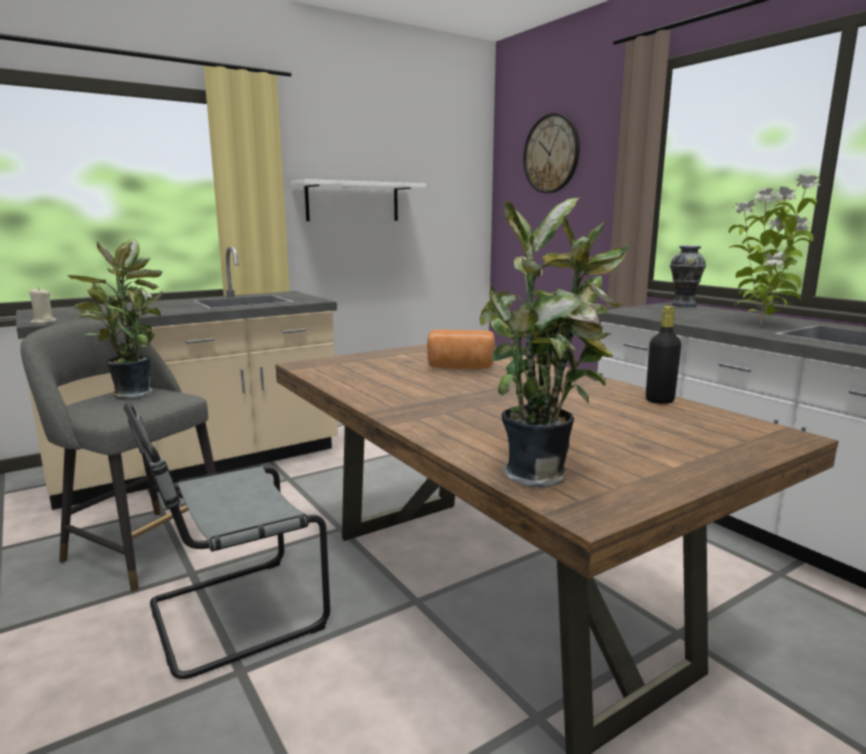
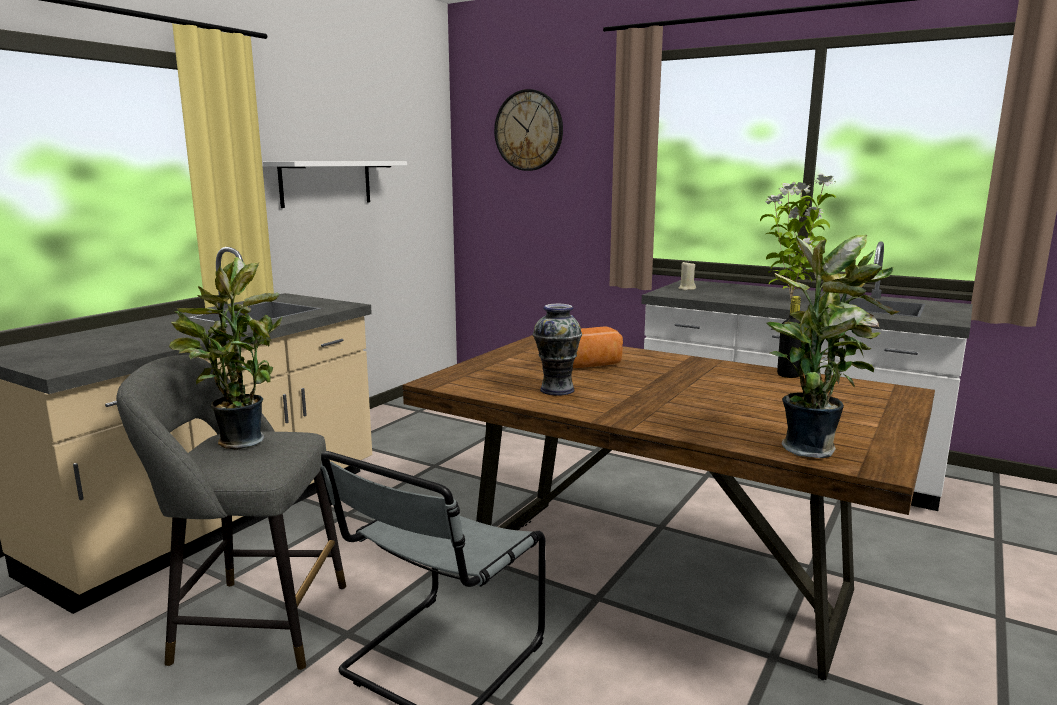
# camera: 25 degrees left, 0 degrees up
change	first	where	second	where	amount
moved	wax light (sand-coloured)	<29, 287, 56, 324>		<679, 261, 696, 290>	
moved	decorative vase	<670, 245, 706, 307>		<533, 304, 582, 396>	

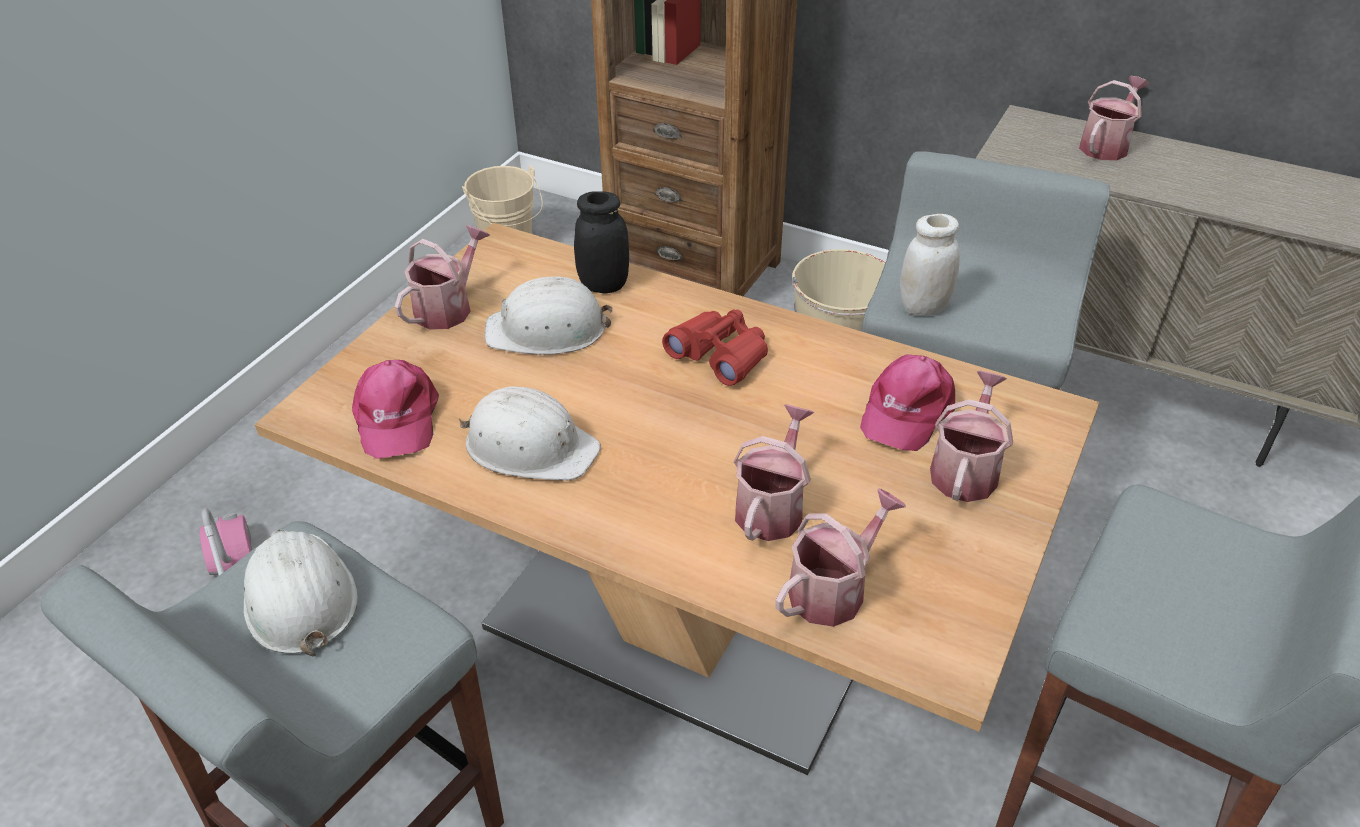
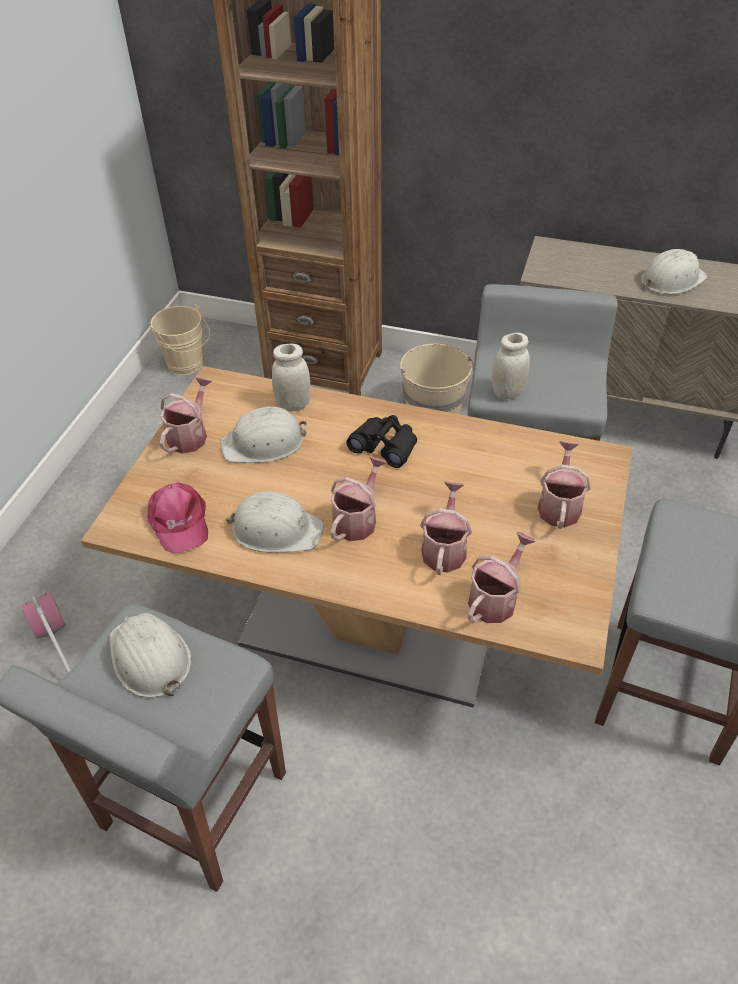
# camera: 10 degrees left, 5 degrees up
change	first	where	second	where	amount
removed	baseball cap (pink)	<860, 354, 955, 451>			
added			hard hat (white-coloured)	<641, 249, 708, 294>	
moved	sprinkling can	<1079, 76, 1149, 160>		<330, 456, 387, 541>	
recoloured	jar (black)	<574, 191, 629, 294>	jar (white-coloured)	<272, 344, 311, 411>	
recoloured	binoculars (red)	<662, 310, 768, 386>	binoculars (black)	<346, 415, 417, 468>	

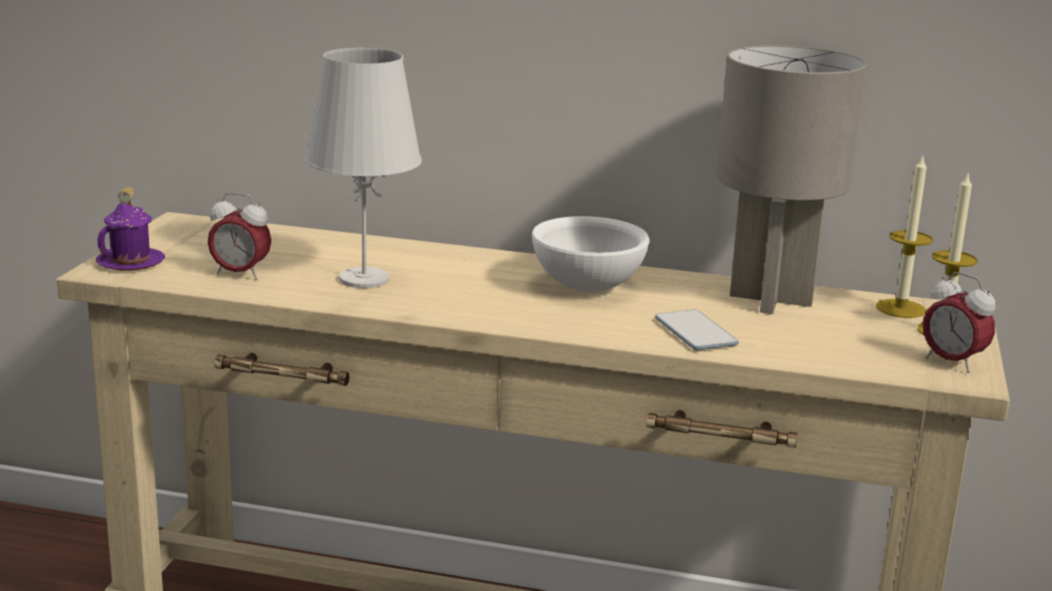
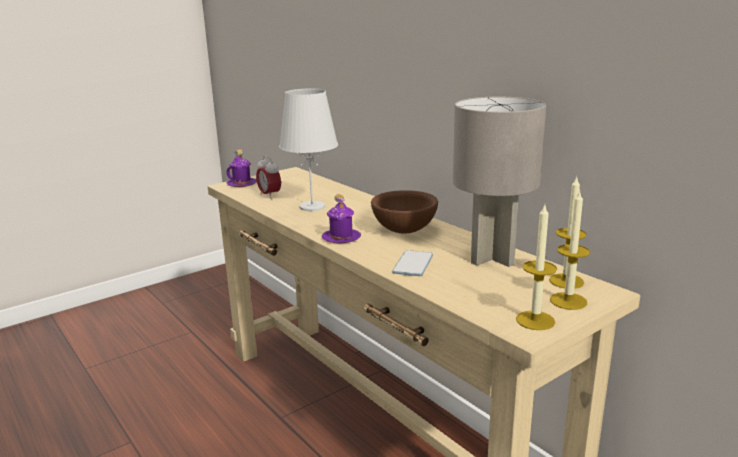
# camera: 40 degrees right, 0 degrees up
change	first	where	second	where	amount
added			coffee mug (purple)	<322, 194, 361, 243>	
replaced	bedside clock	<923, 272, 996, 373>	wax light	<516, 205, 557, 330>	
recoloured	deep dish (white-coloured)	<532, 216, 650, 292>	deep dish (brown)	<371, 190, 438, 234>	

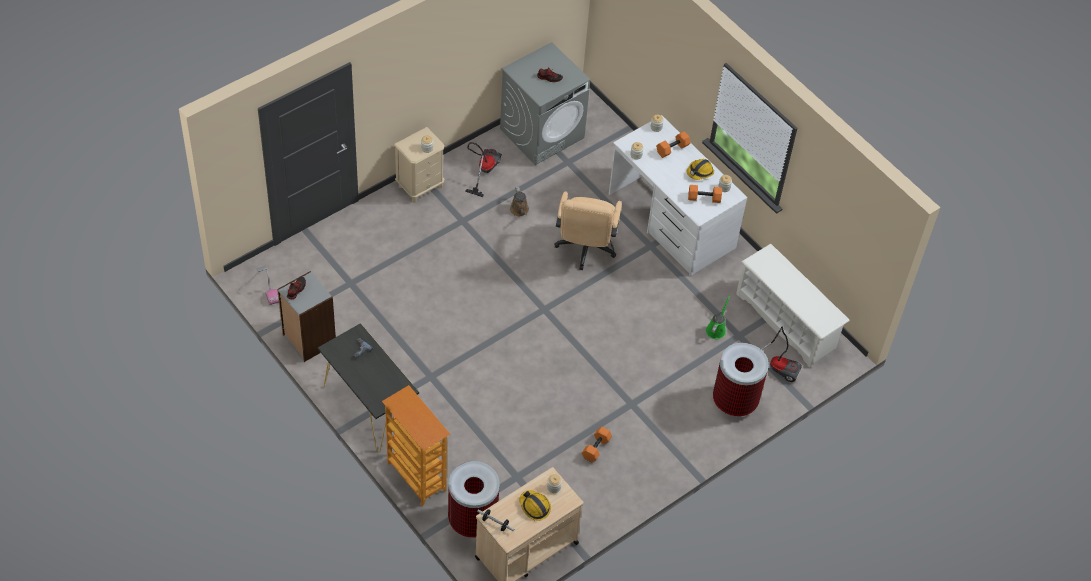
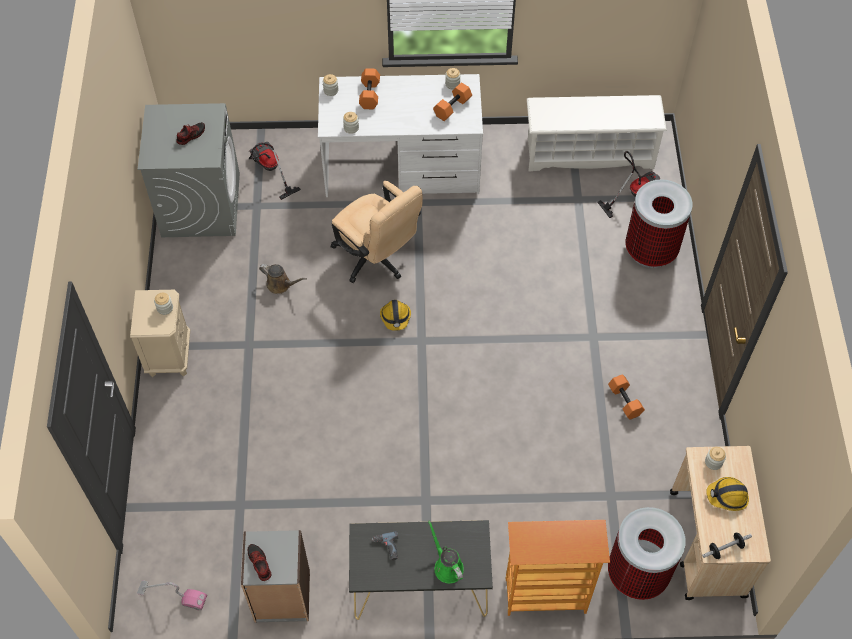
# camera: 50 degrees left, 5 degrees up
change	first	where	second	where	amount
moved	vacuum	<465, 142, 502, 197>		<249, 142, 301, 200>	
moved	hard hat	<687, 159, 714, 180>		<380, 300, 411, 331>	
moved	sprinkling can (greenish)	<706, 296, 730, 339>		<428, 520, 464, 583>	

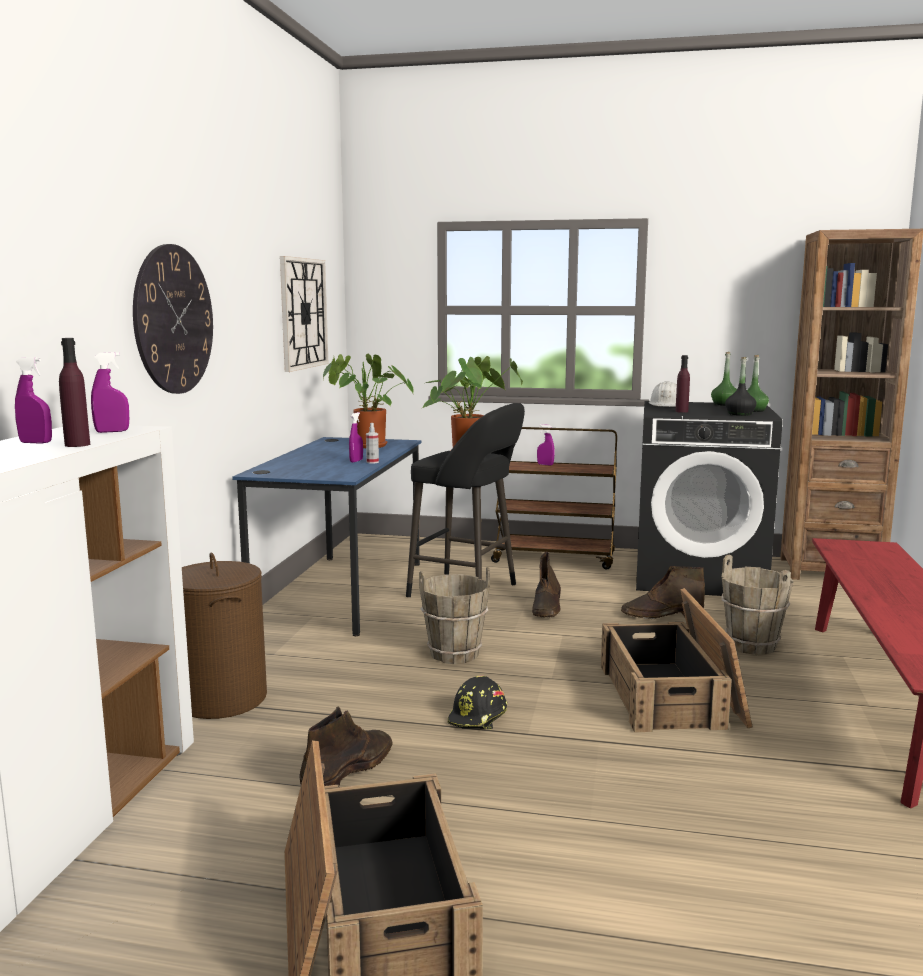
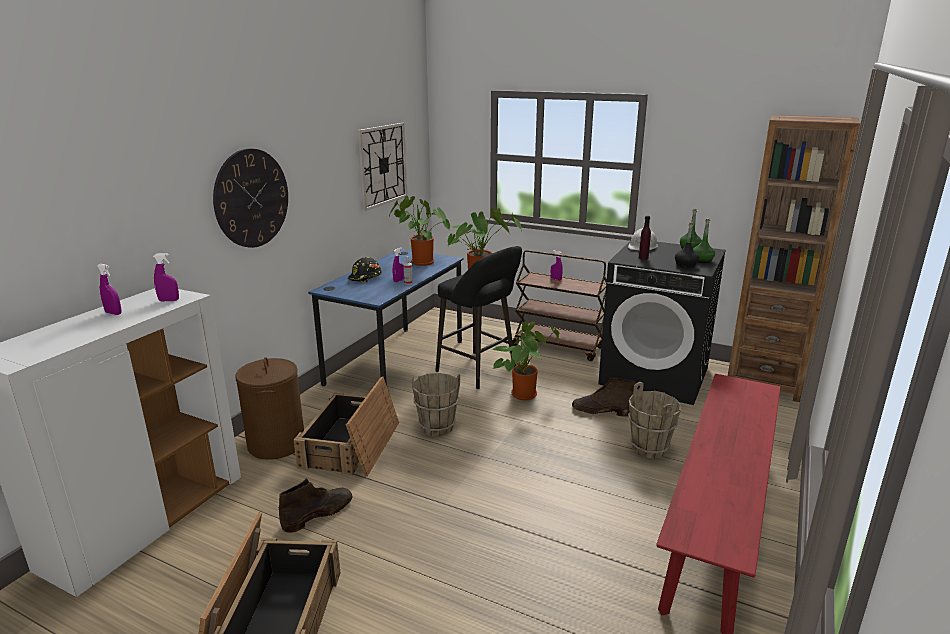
# camera: 15 degrees right, 10 degrees up
change	first	where	second	where	amount
removed	beverage bottle (purple)	<59, 338, 90, 447>			
moved	hard hat (black)	<447, 675, 507, 730>		<348, 257, 382, 282>	
moved	packing crate	<601, 588, 753, 732>		<294, 376, 399, 477>	
replaced	boot (brown)	<532, 552, 561, 617>	plant in a pot	<492, 321, 560, 400>	

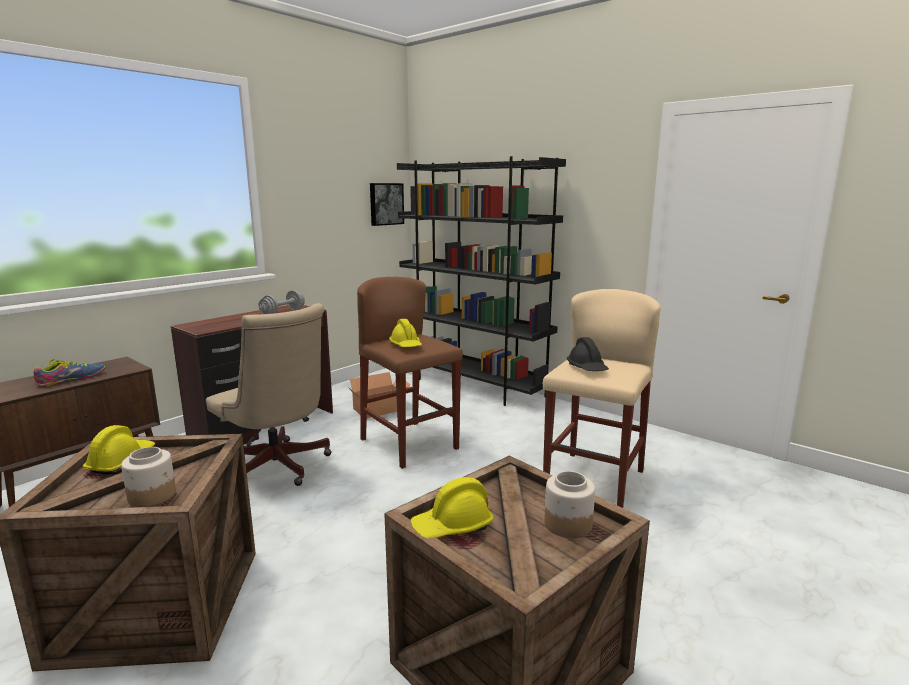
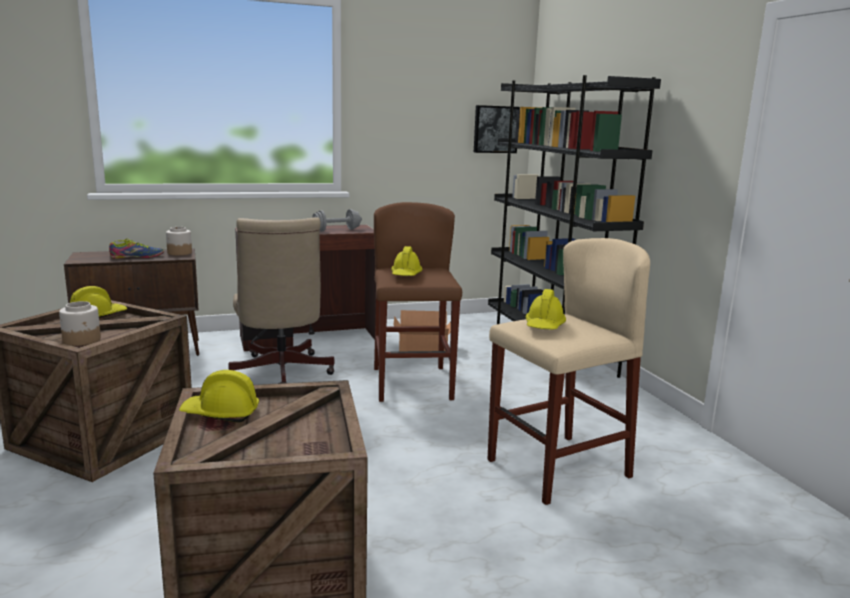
# camera: 30 degrees right, 0 degrees up
change	first	where	second	where	amount
moved	jar	<544, 471, 595, 538>		<166, 227, 192, 255>	
recoloured	hard hat (black)	<567, 337, 609, 371>	hard hat (yellow-coloured)	<526, 289, 566, 330>	

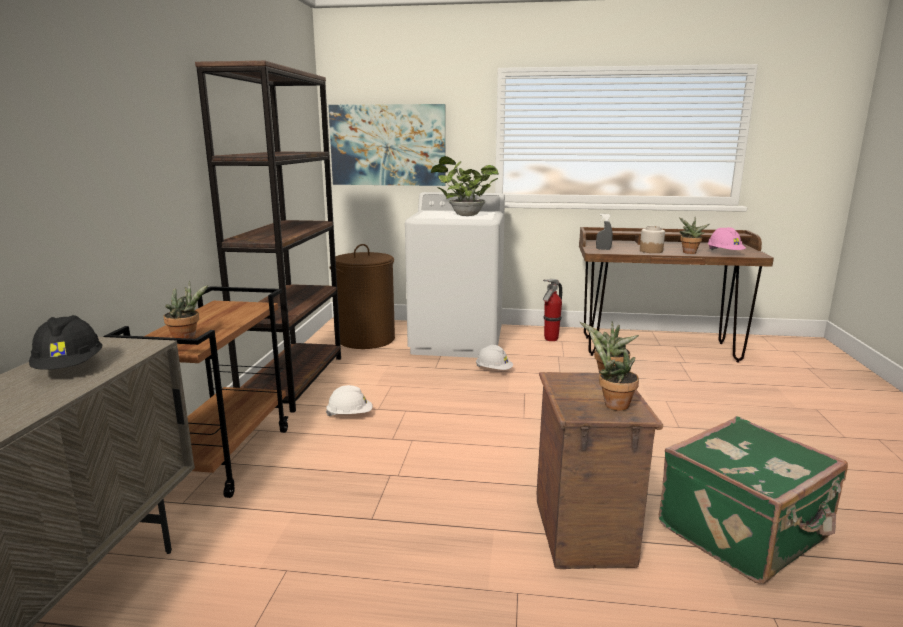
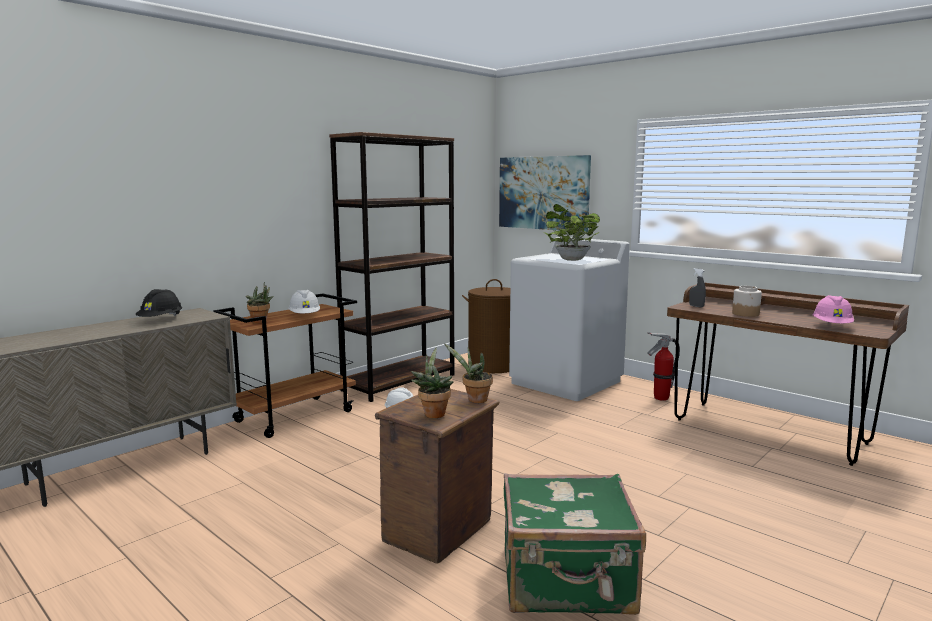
# camera: 35 degrees right, 5 degrees down
change	first	where	second	where	amount
removed	plant in a pot	<679, 217, 709, 254>			
moved	hard hat (white-coloured)	<476, 345, 513, 370>		<288, 290, 320, 313>	

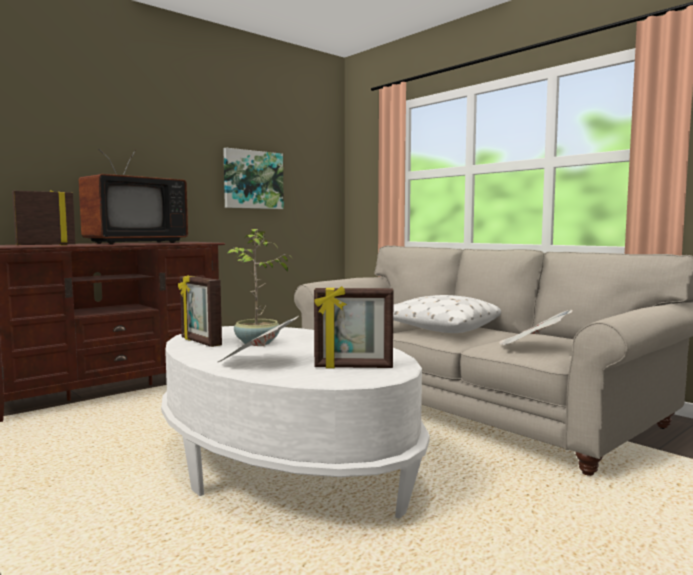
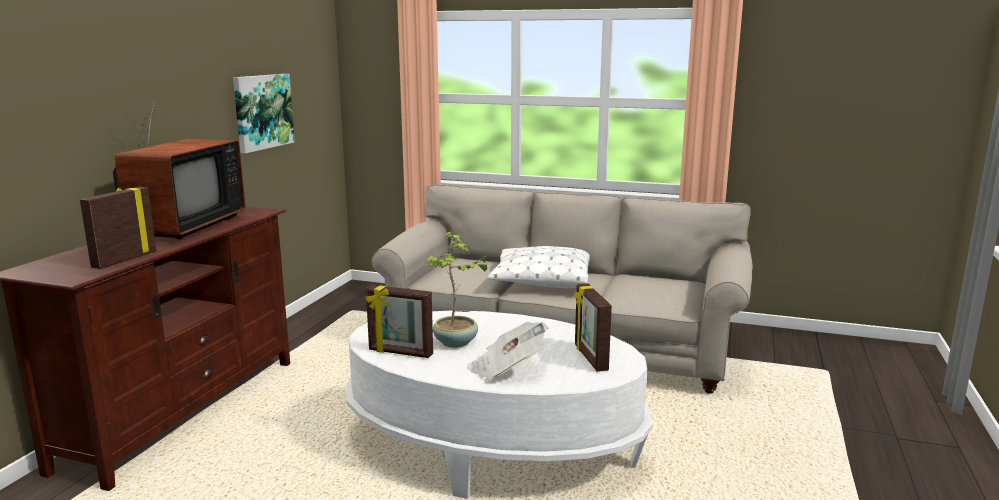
# camera: 30 degrees left, 10 degrees up
change	first	where	second	where	amount
removed	newspaper	<500, 310, 573, 346>			
turned	picture frame	<314, 286, 394, 369>		<574, 283, 612, 372>	105 degrees clockwise

